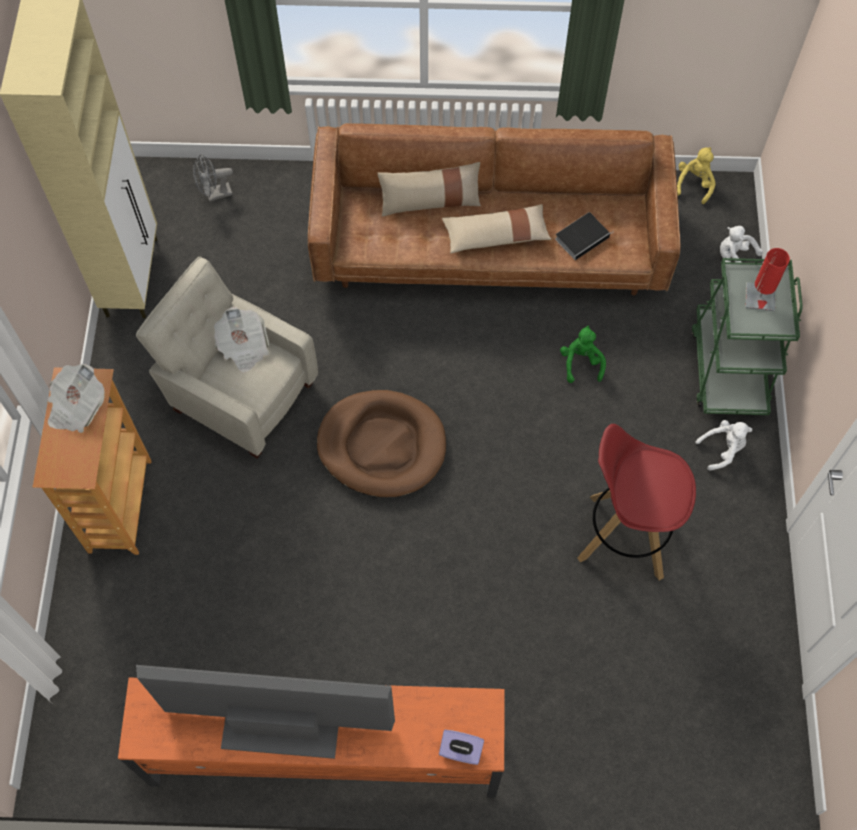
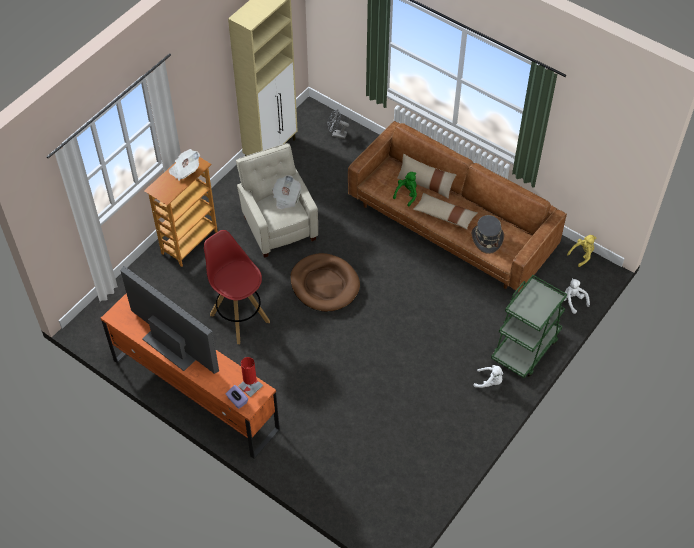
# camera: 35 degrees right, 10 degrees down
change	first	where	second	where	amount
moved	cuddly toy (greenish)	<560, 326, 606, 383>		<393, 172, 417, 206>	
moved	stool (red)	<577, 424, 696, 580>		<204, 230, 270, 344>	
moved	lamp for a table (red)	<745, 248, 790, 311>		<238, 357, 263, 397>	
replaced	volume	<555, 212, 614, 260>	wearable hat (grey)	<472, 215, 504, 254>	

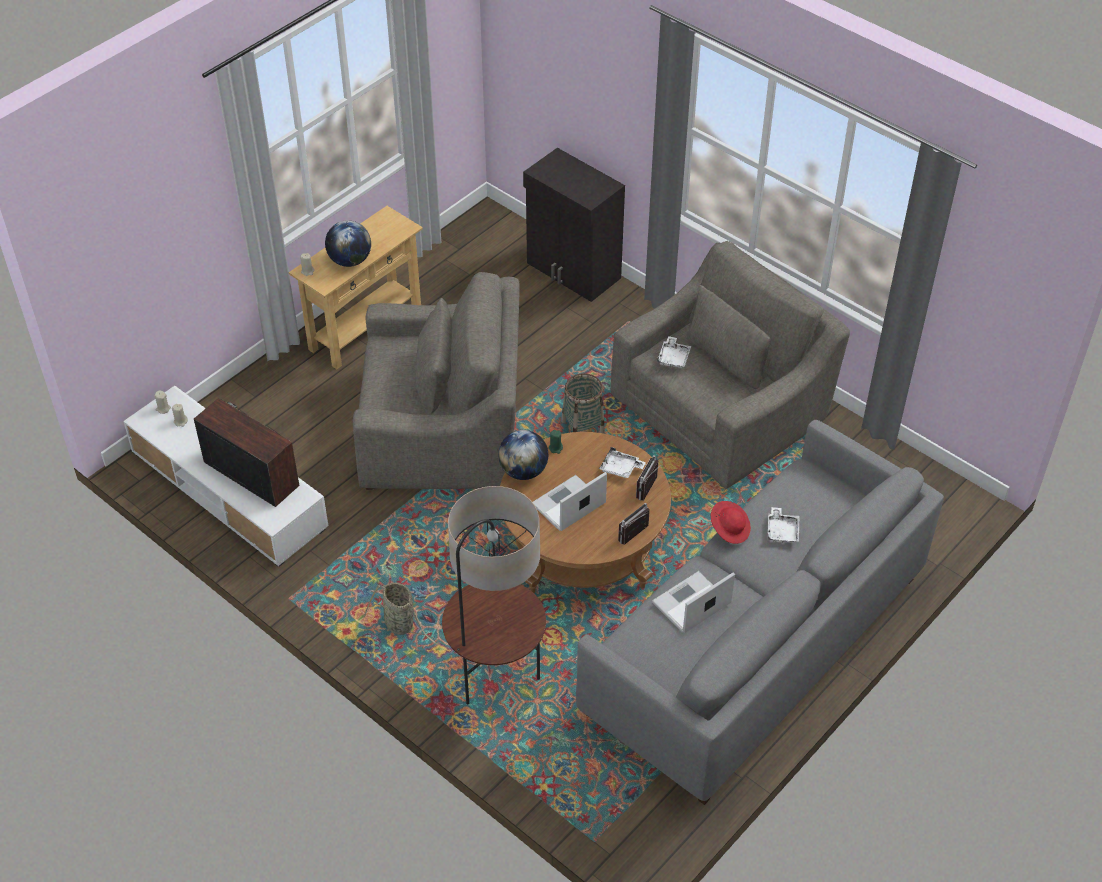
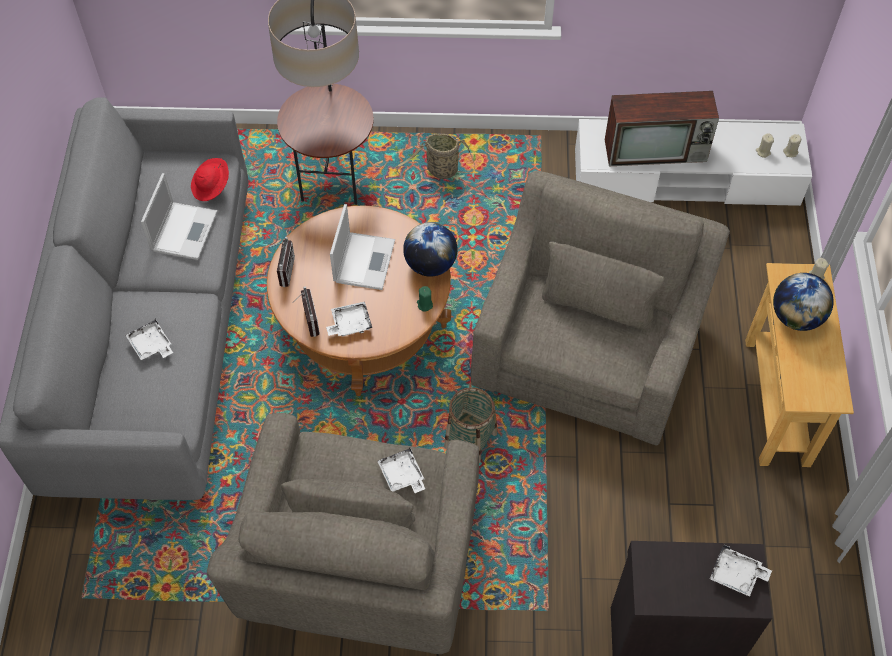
# camera: 140 degrees right, 10 degrees up
change	first	where	second	where	amount
added			tray (white-coloured)	<710, 545, 772, 597>	
moved	wearable hat (red)	<711, 501, 751, 544>		<191, 158, 229, 201>	
turned	easy chair (grey)	<353, 272, 520, 490>		<471, 171, 730, 446>	150 degrees clockwise

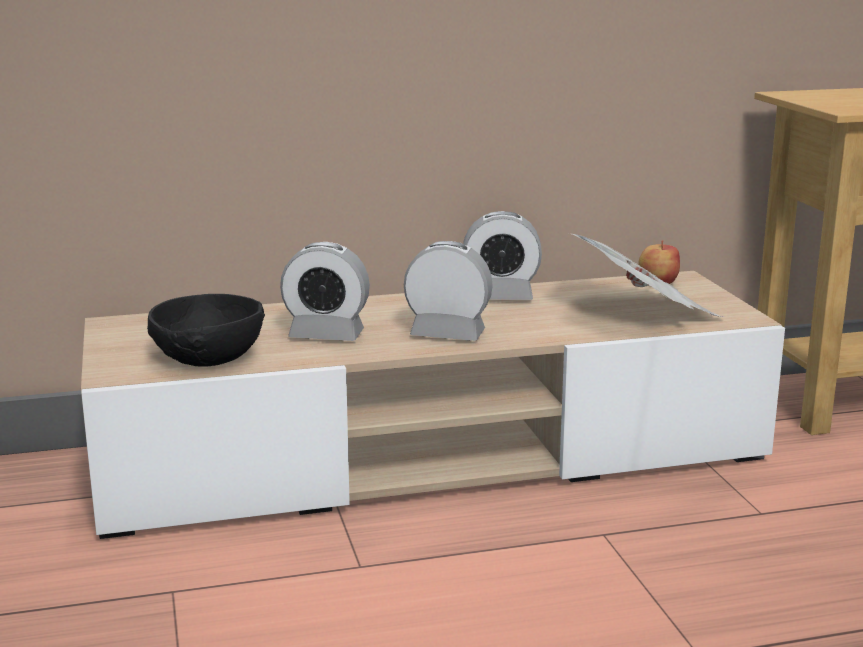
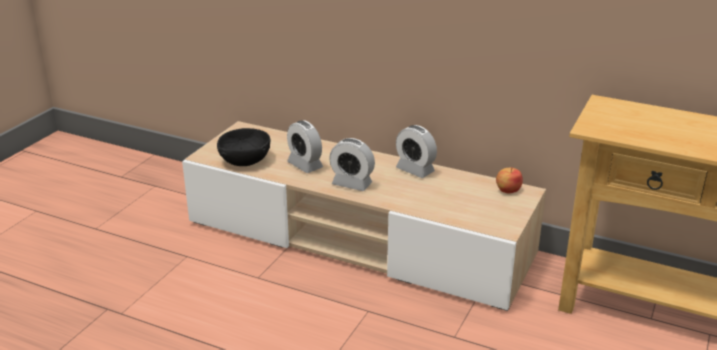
# camera: 40 degrees right, 10 degrees up
change	first	where	second	where	amount
removed	newspaper	<569, 233, 724, 317>			
turned	bedside clock	<404, 241, 493, 341>		<329, 138, 375, 191>	150 degrees clockwise

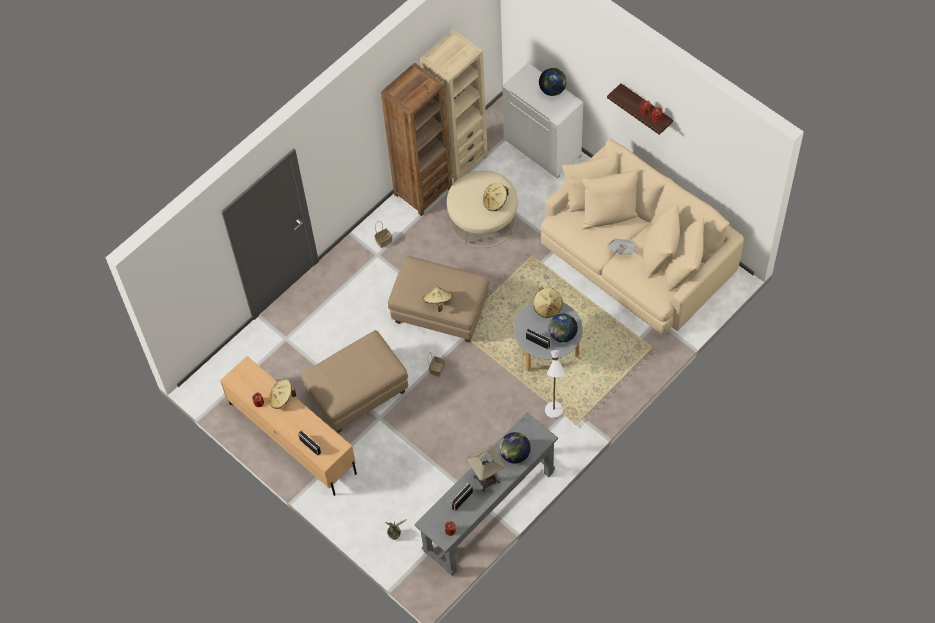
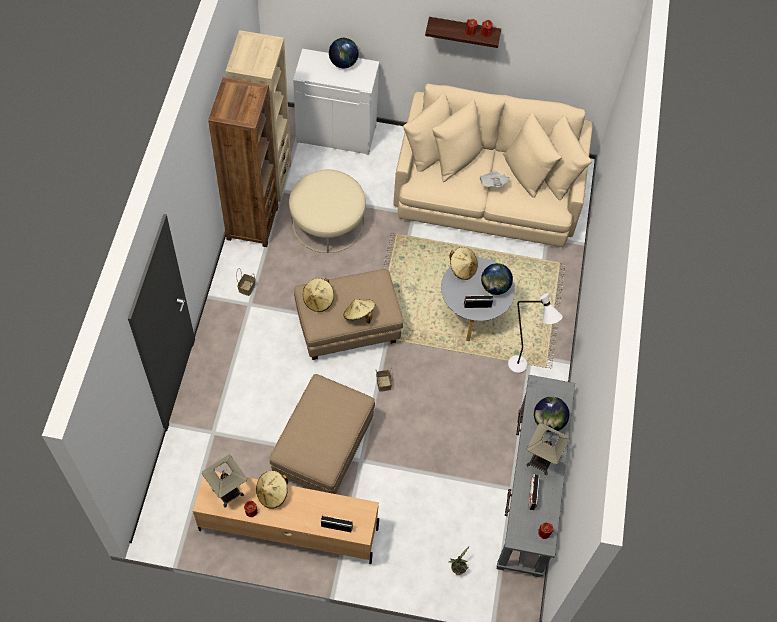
# camera: 40 degrees left, 0 degrees up
change	first	where	second	where	amount
added			lamp for a table	<202, 455, 247, 508>	
moved	wearable hat (sand-coloured)	<483, 183, 509, 211>		<303, 278, 334, 312>	

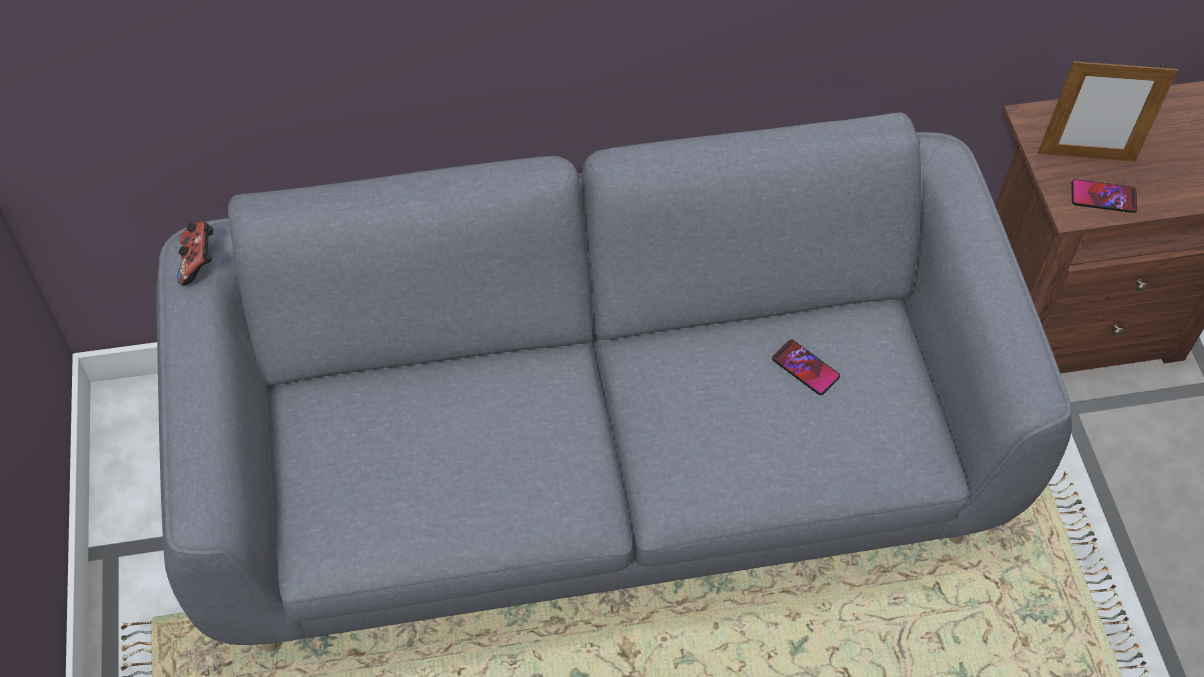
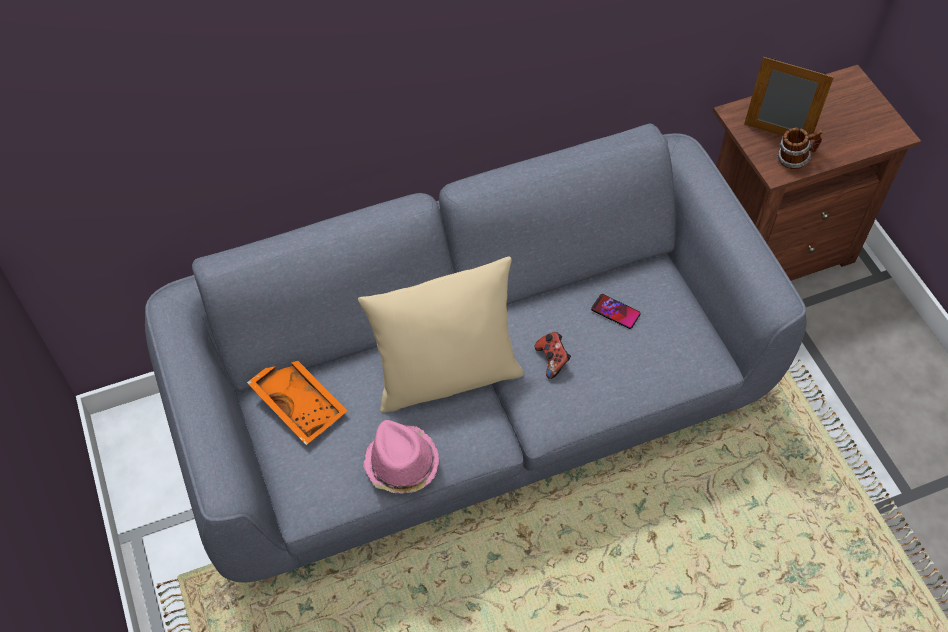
# camera: 10 degrees left, 0 degrees up
change	first	where	second	where	amount
added			tray (orange)	<247, 361, 347, 445>	
added			throw pillow (sand-coloured)	<358, 256, 524, 413>	
added			wearable hat (pink)	<363, 420, 439, 493>	
moved	joypad	<177, 221, 214, 285>		<535, 332, 571, 379>	
replaced	telephone	<1071, 179, 1137, 213>	coffee mug	<777, 128, 823, 169>	
turned	picture frame	<1038, 59, 1178, 161>		<744, 57, 834, 142>	150 degrees counterclockwise

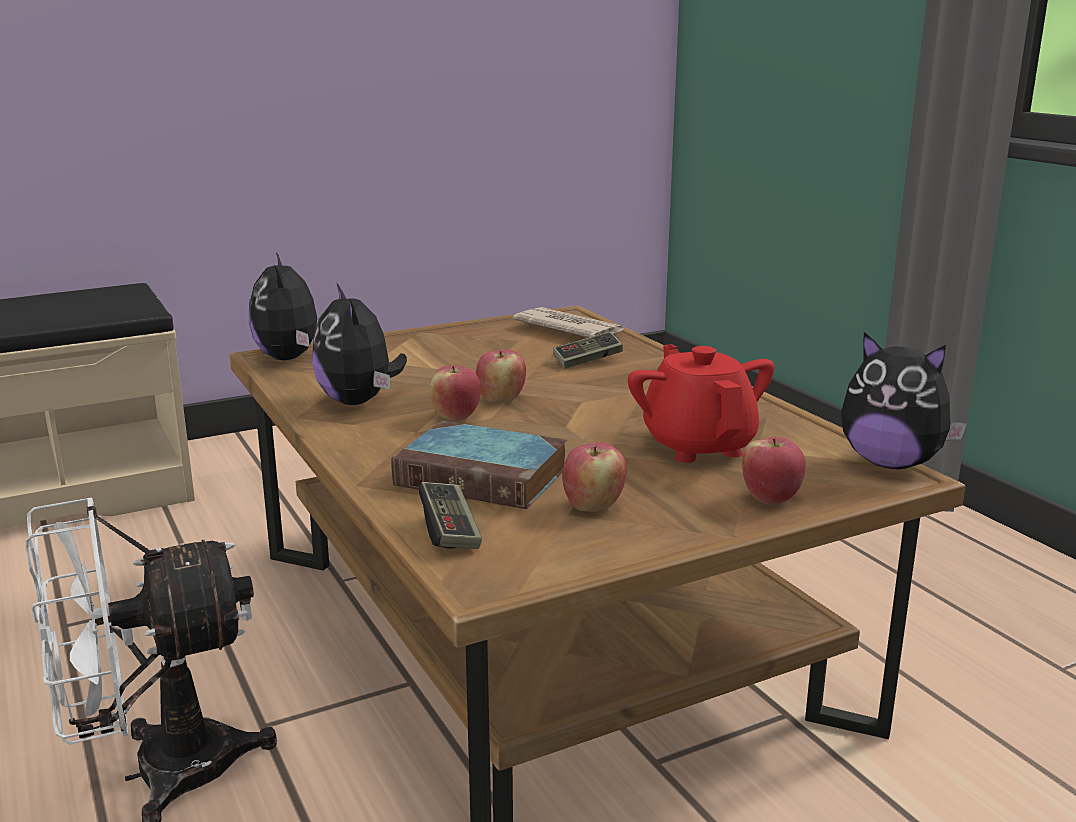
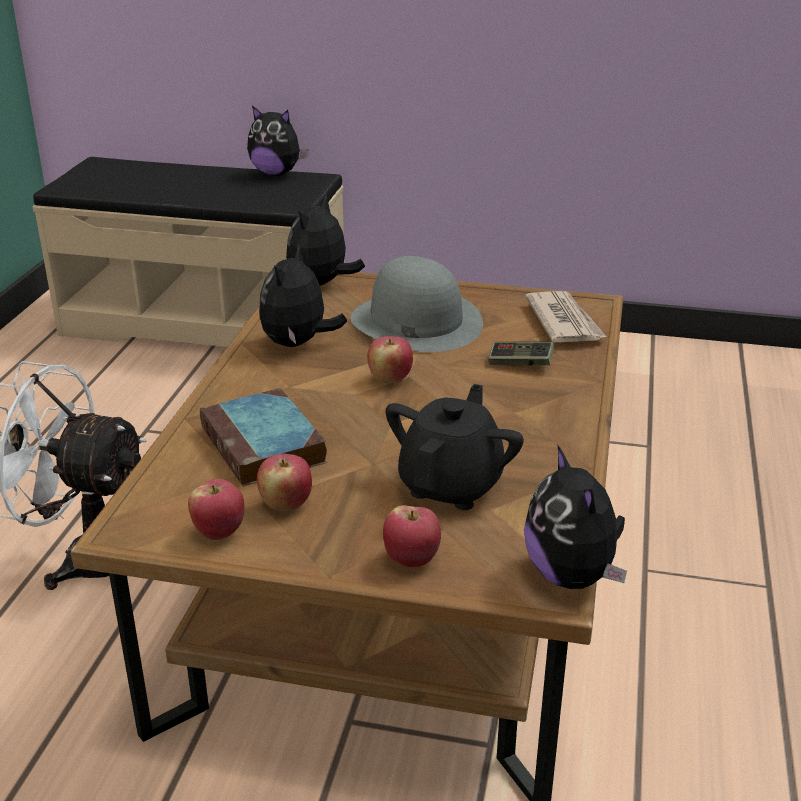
# camera: 40 degrees right, 10 degrees up
change	first	where	second	where	amount
removed	joypad	<419, 482, 482, 549>			
added			cuddly toy	<247, 106, 309, 176>	
added			wearable hat (grey)	<351, 256, 483, 352>	
moved	apple fruit	<429, 365, 481, 421>		<188, 479, 245, 540>	
recoloured	teapot (red)	<628, 344, 775, 463>	teapot (black)	<386, 384, 524, 510>	

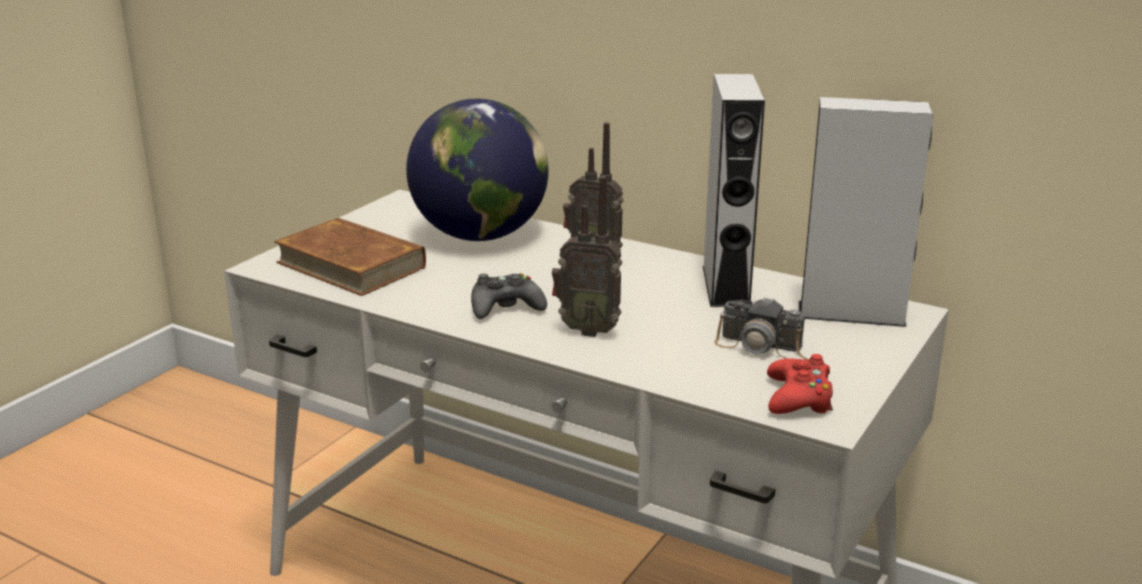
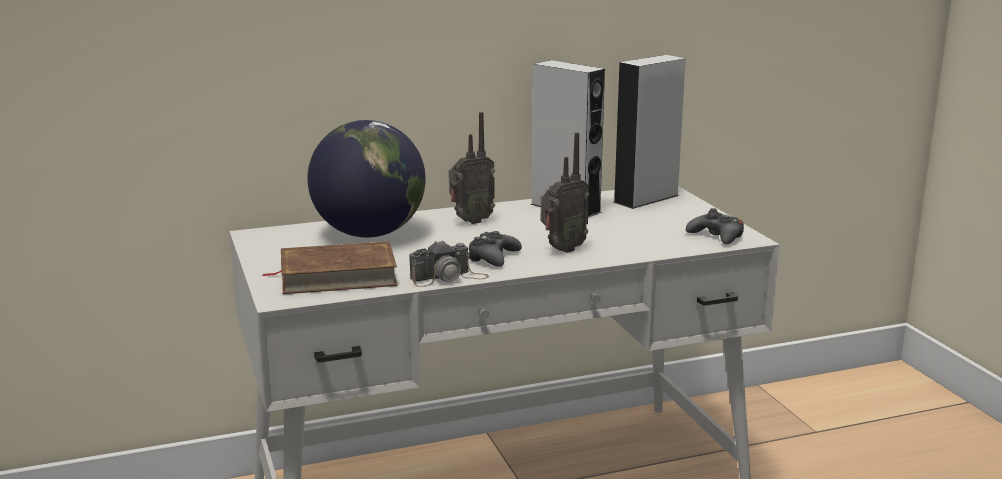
# camera: 50 degrees left, 5 degrees down
change	first	where	second	where	amount
moved	photo camera	<715, 296, 809, 360>		<409, 240, 489, 287>	
recoloured	joypad (red)	<767, 354, 833, 414>	joypad (black)	<686, 208, 744, 244>	

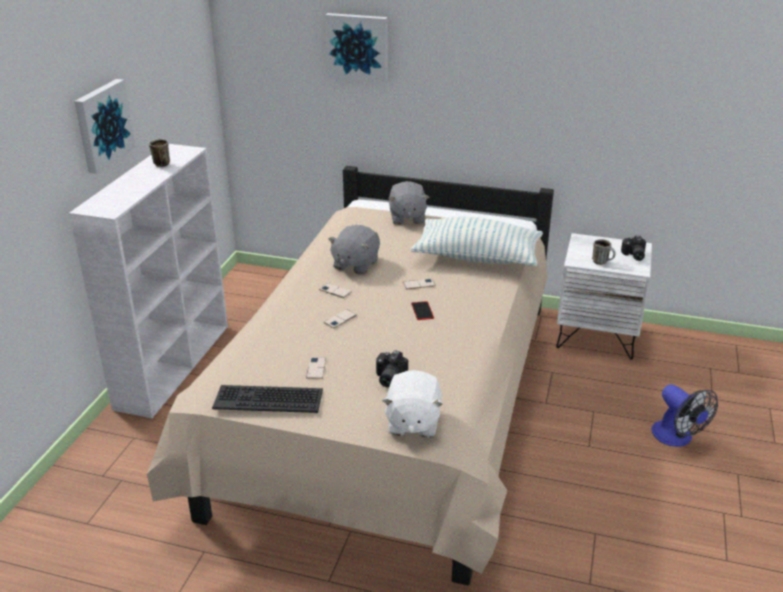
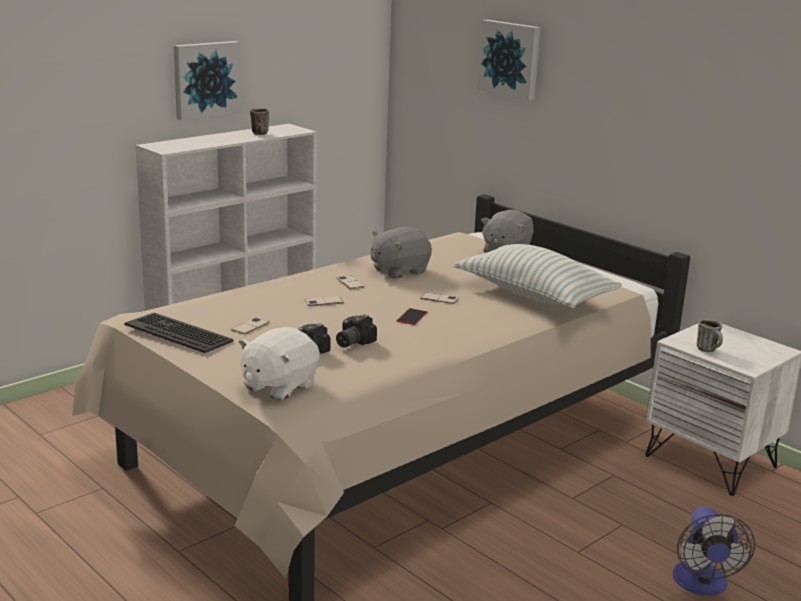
# camera: 30 degrees right, 10 degrees down
change	first	where	second	where	amount
moved	photo camera	<621, 235, 646, 261>		<336, 314, 377, 347>	

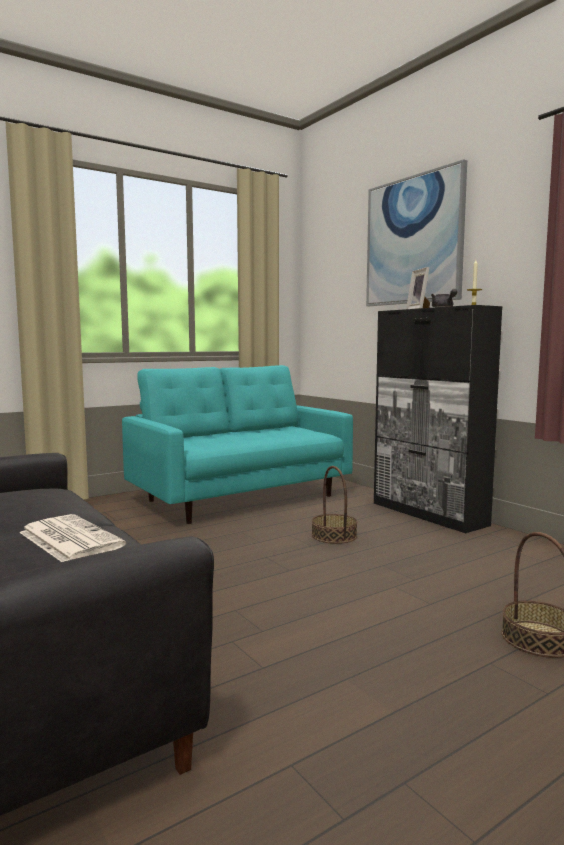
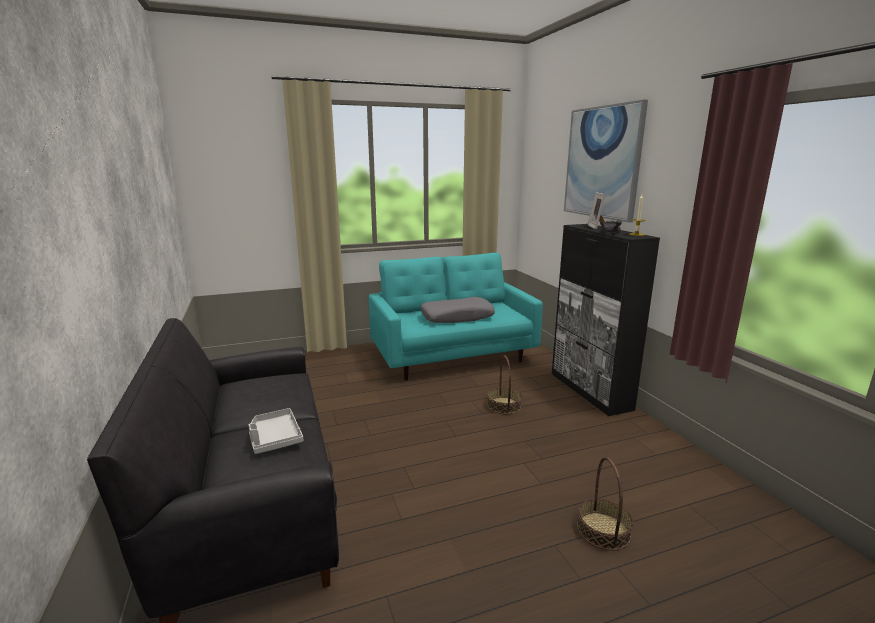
# camera: 15 degrees right, 10 degrees up
change	first	where	second	where	amount
added			throw pillow (grey)	<421, 297, 495, 323>	
replaced	newspaper	<19, 514, 126, 562>	tray (grey)	<249, 408, 303, 454>	

